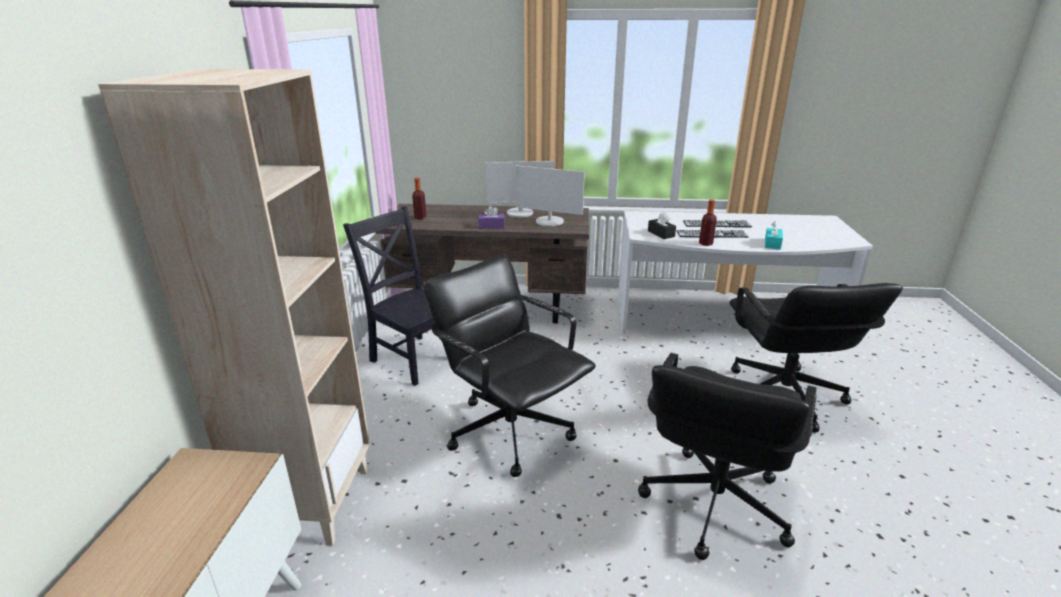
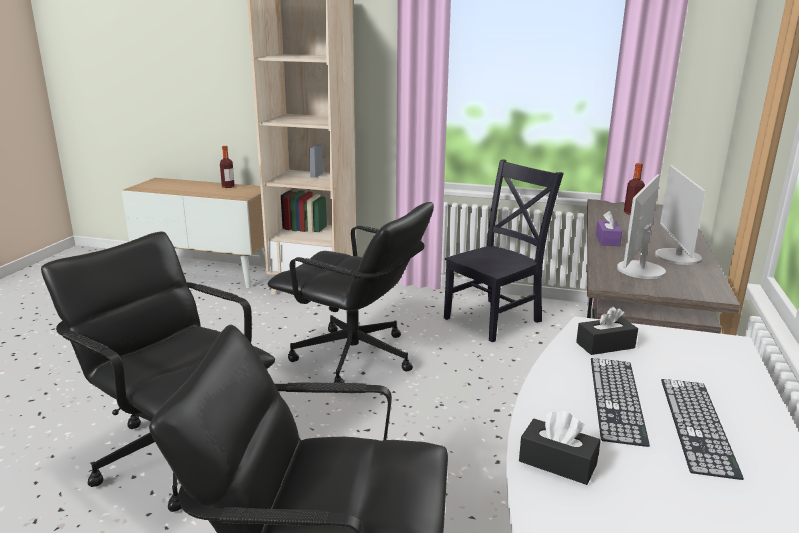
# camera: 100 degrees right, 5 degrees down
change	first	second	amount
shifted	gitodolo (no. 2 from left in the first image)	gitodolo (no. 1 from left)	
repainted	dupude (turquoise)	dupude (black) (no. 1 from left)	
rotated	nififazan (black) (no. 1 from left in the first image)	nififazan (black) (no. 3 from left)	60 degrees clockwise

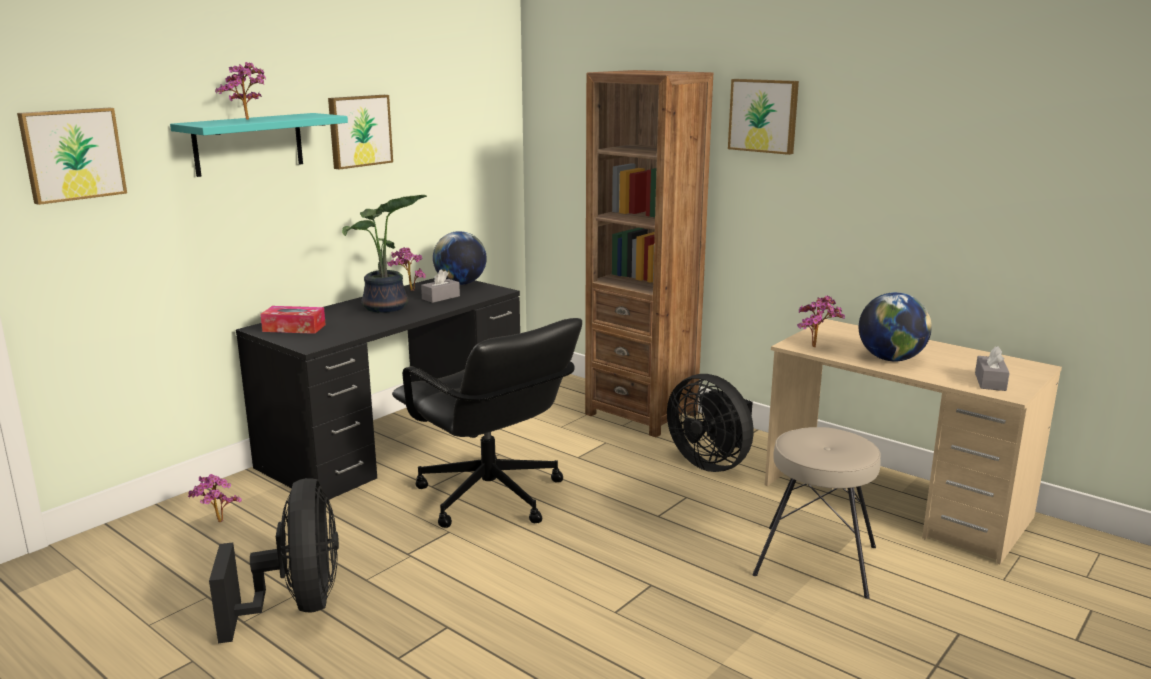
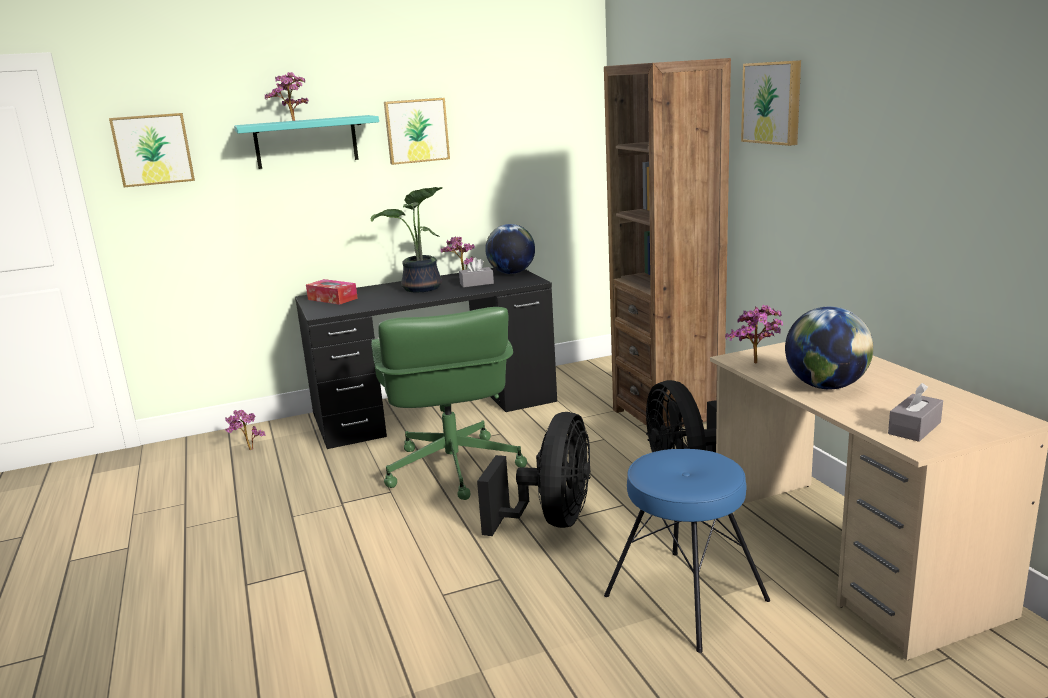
# camera: 30 degrees right, 0 degrees up
change	first	second	amount
repainted	nififazan (black)	nififazan (green)	
repainted	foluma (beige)	foluma (blue)	
shifted	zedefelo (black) (no. 1 from left)		

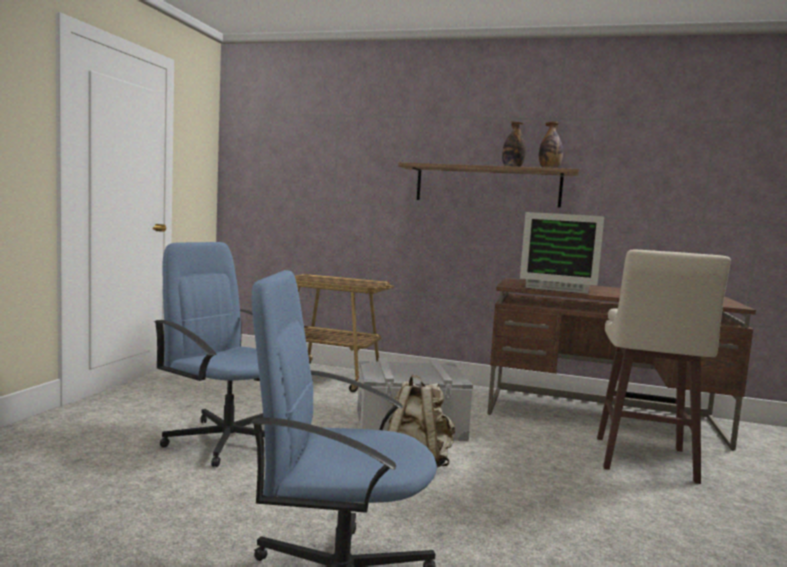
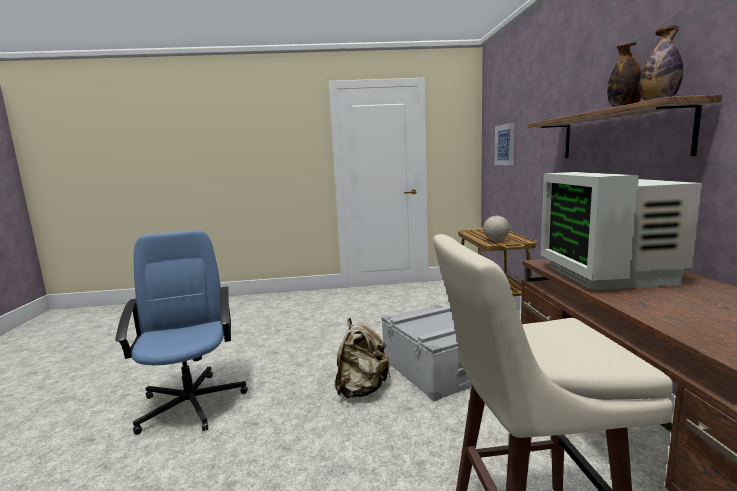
# camera: 70 degrees right, 5 degrees up
change	first	second	amount
gone	nififazan (blue) (no. 1 from left)		
new		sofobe	
new		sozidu	

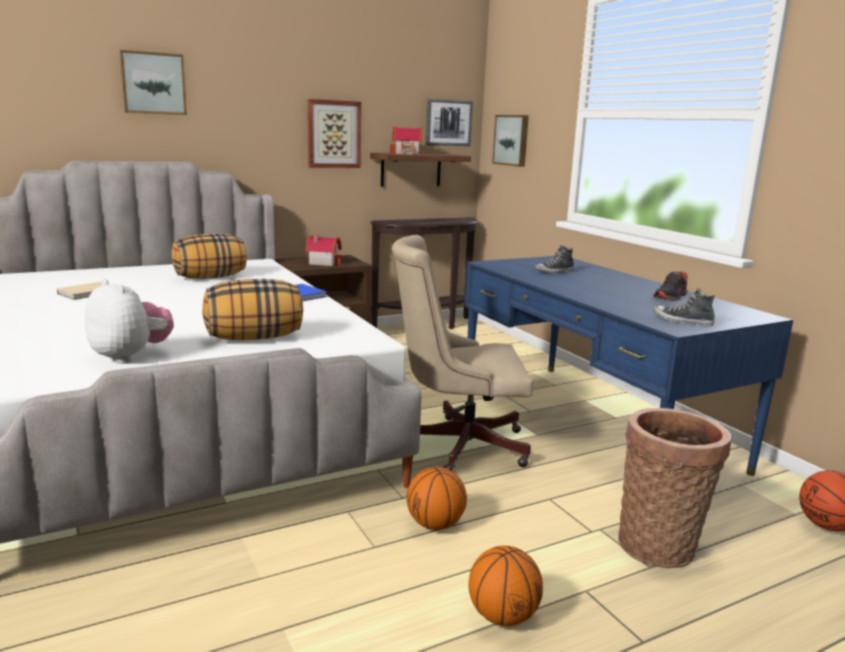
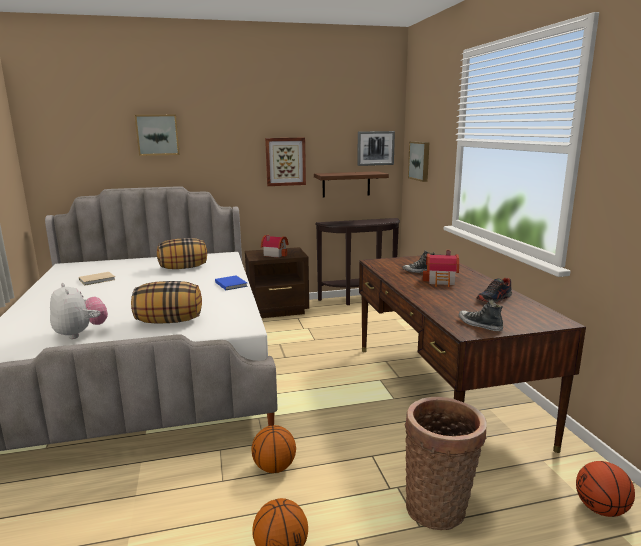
# camera: 15 degrees right, 0 degrees up
change	first	second	amount
shifted	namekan (no. 2 from left)		
gone	nififazan (beige)		
repainted	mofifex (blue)	mofifex (brown)	

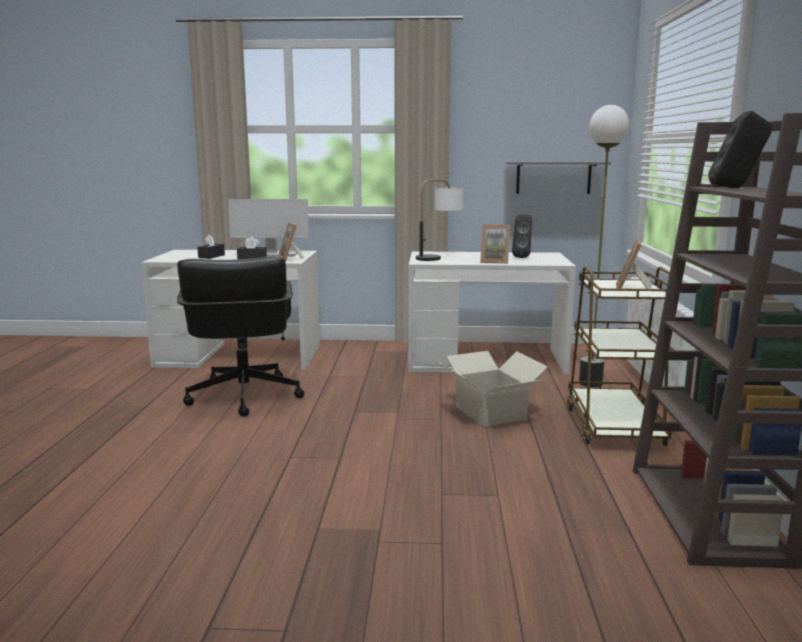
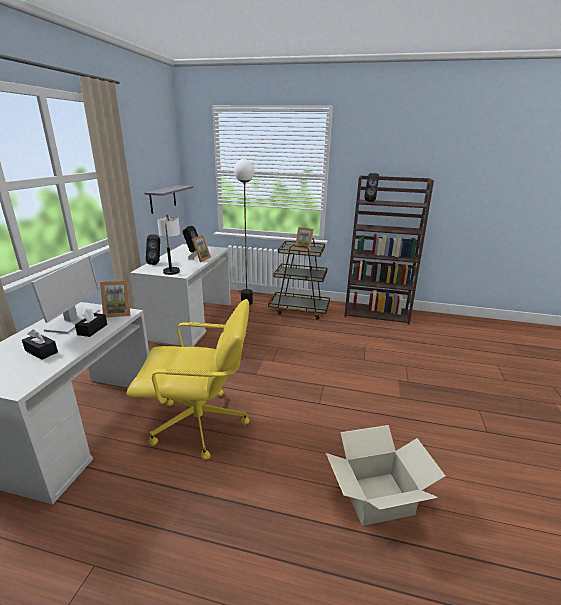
# camera: 80 degrees left, 10 degrees up
change	first	second	amount
repainted	nififazan (black)	nififazan (yellow)	
shifted	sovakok		
new		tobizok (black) (no. 1 from left)	

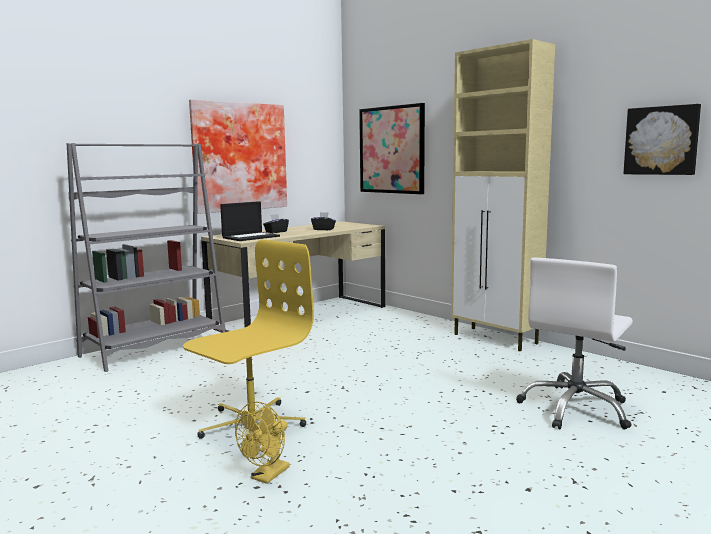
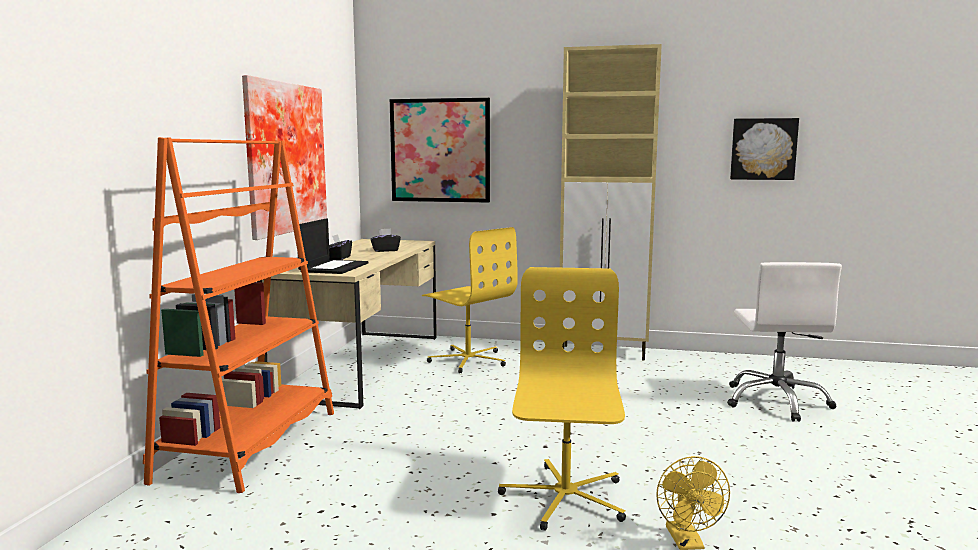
# camera: 35 degrees left, 0 degrees up
change	first	second	amount
repainted	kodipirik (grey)	kodipirik (orange)	
new		nififazan (yellow) (no. 1 from left)	

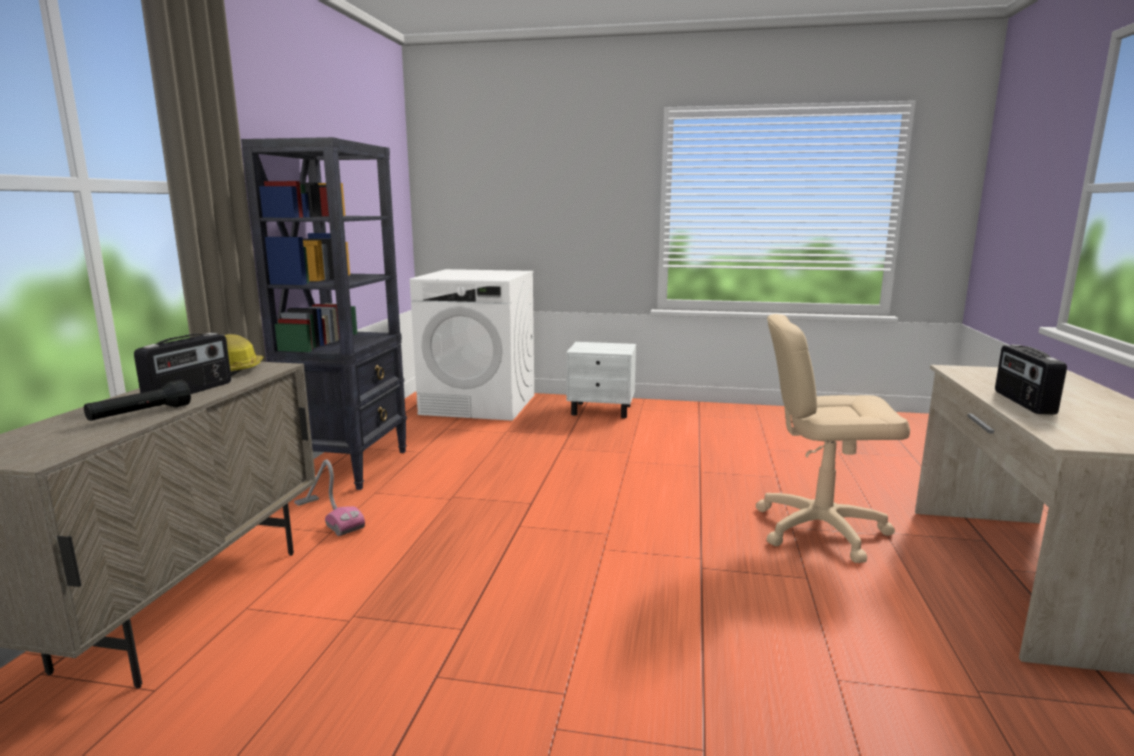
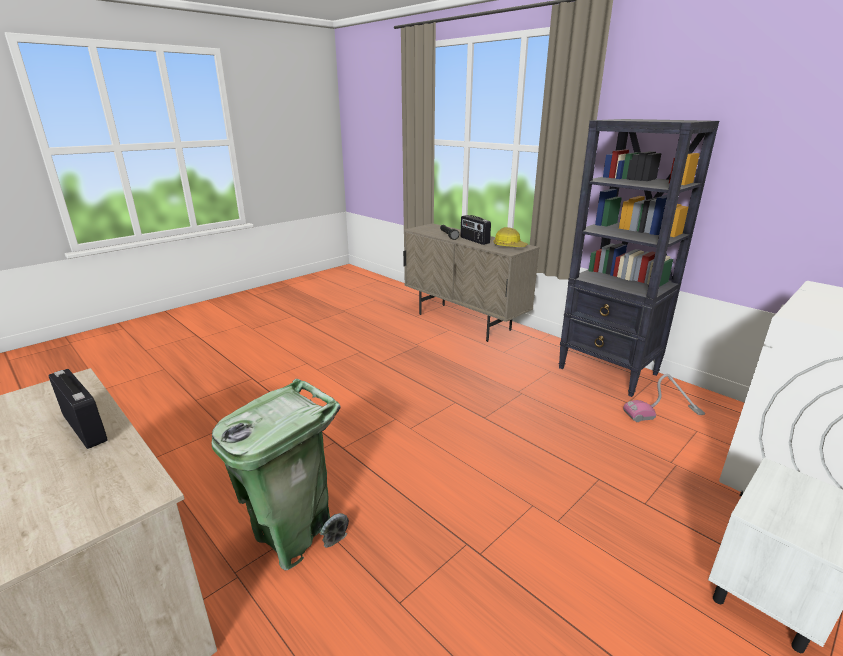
# camera: 125 degrees right, 10 degrees up
change	first	second	amount
swapped	nififazan (beige)	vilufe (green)	
shifted	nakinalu		

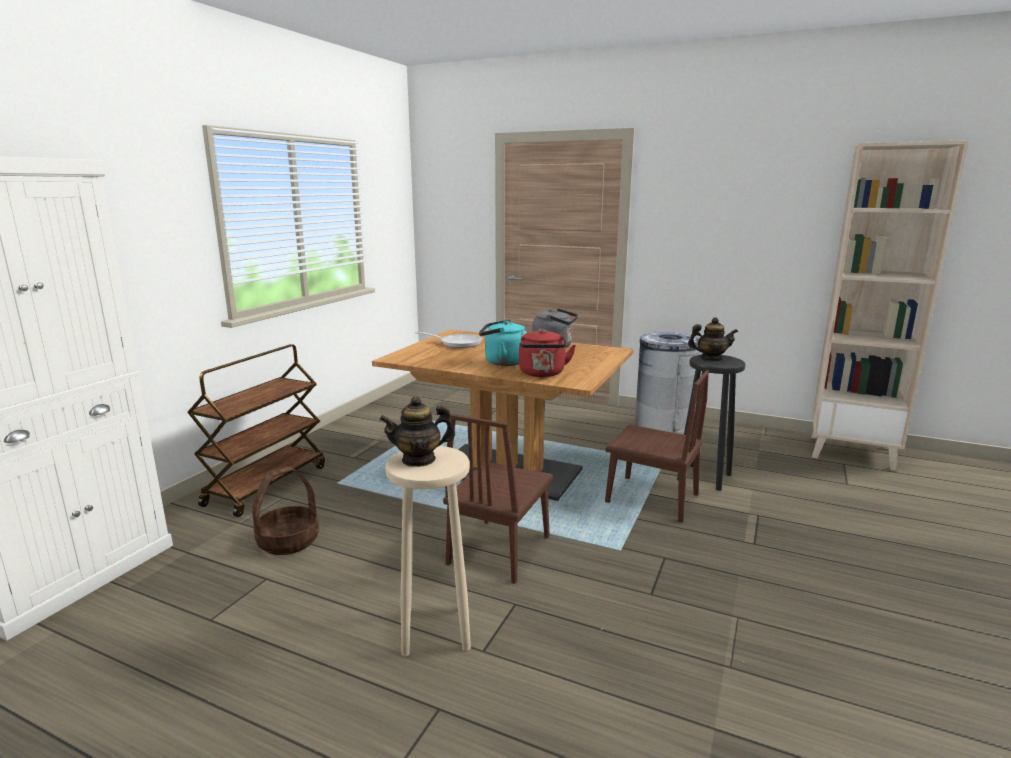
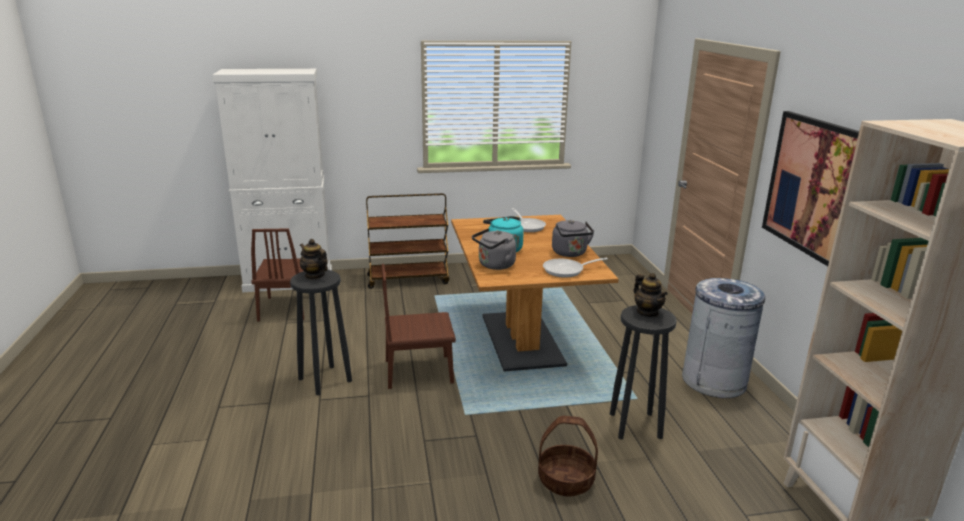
# camera: 55 degrees right, 5 degrees up
change	first	second	amount
repainted	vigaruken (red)	vigaruken (grey) (no. 1 from left)	
shifted	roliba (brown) (no. 2 from left in the first image)	roliba (brown) (no. 1 from left)	
repainted	foluma (beige)	foluma (black) (no. 1 from left)	
shifted	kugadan		
new		sofobe	
new		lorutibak (no. 2 from left)	

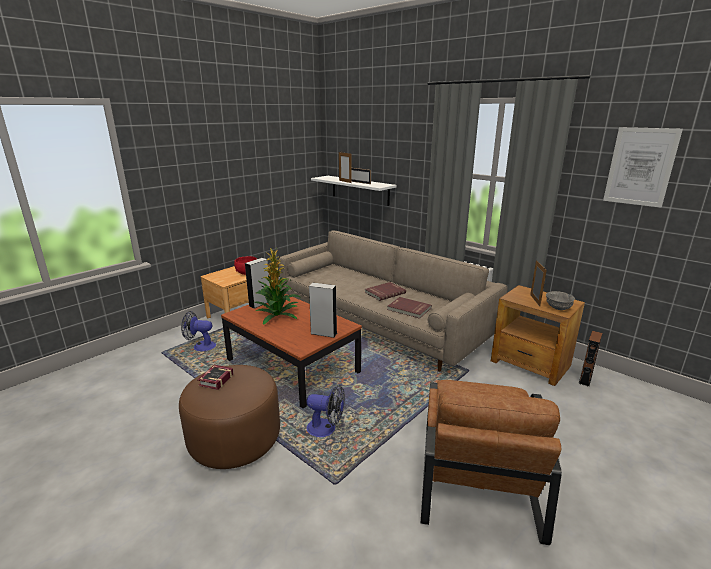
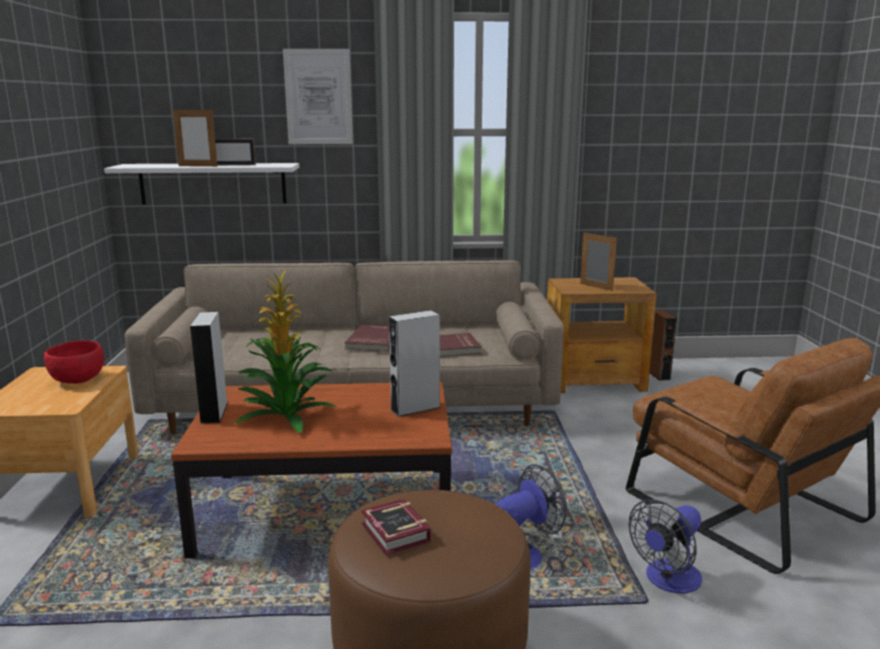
# camera: 45 degrees left, 5 degrees down
change	first	second	amount
shifted	sofobe		
gone	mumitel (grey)		
shifted	zedefelo (no. 1 from left in the first image)	zedefelo (no. 2 from left)	

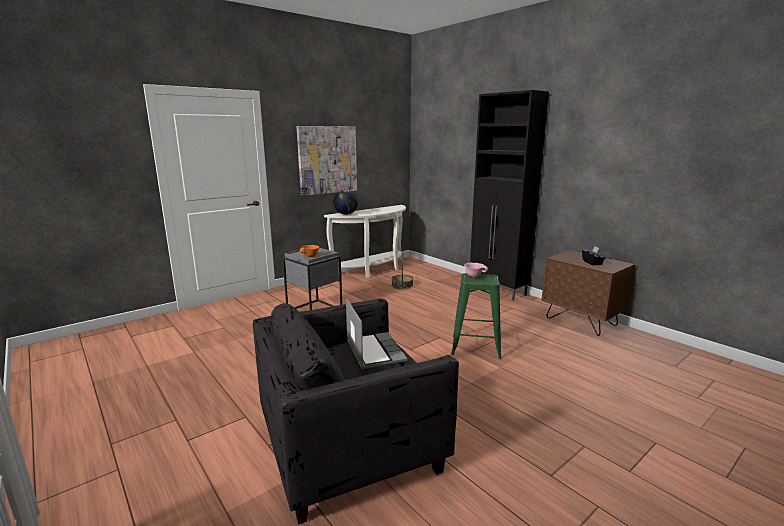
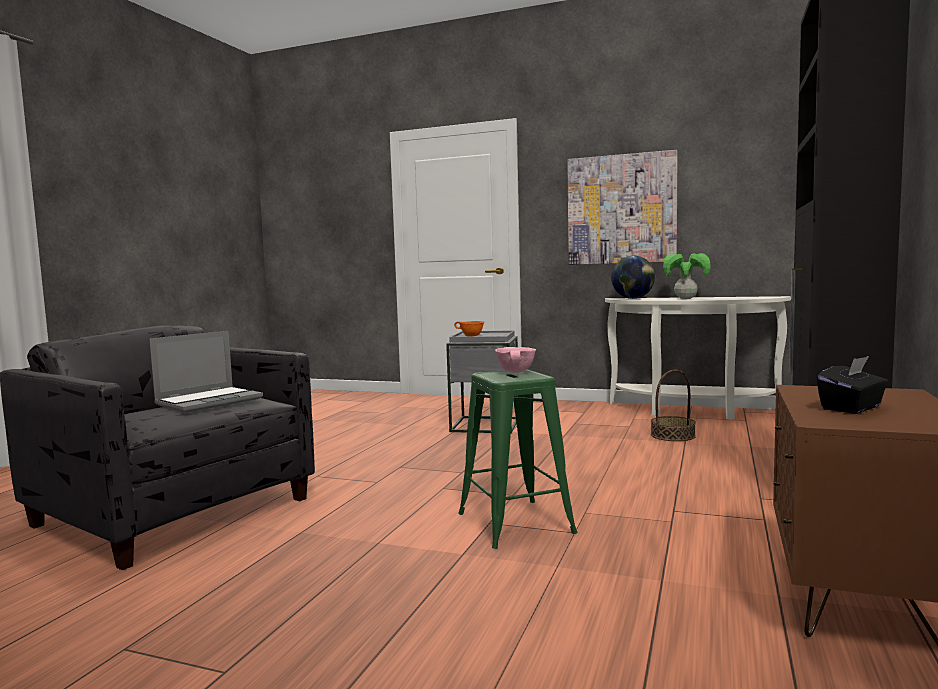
# camera: 60 degrees right, 10 degrees down
change	first	second	amount
new		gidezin	

